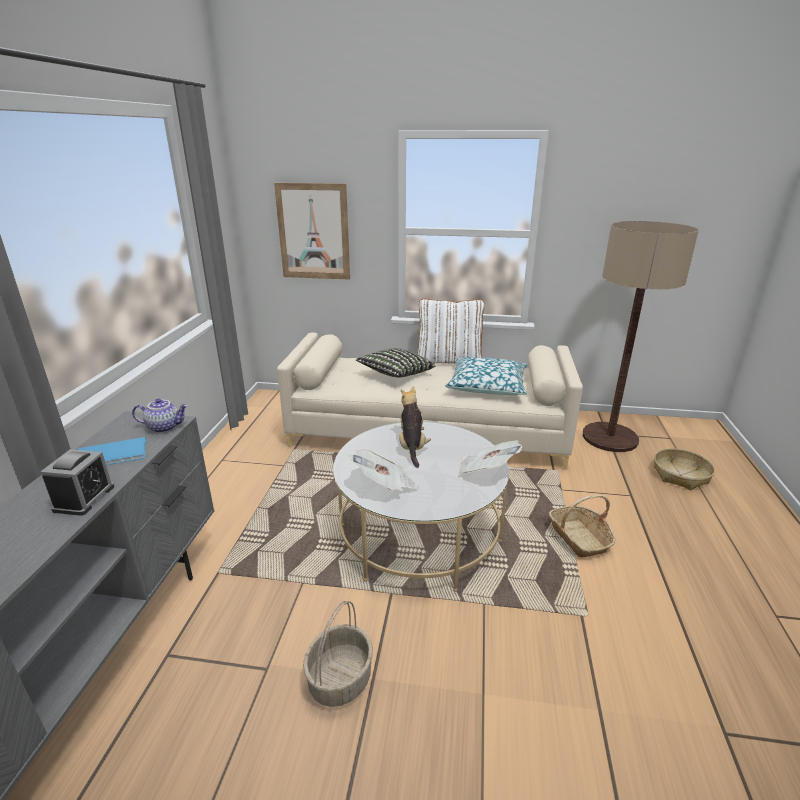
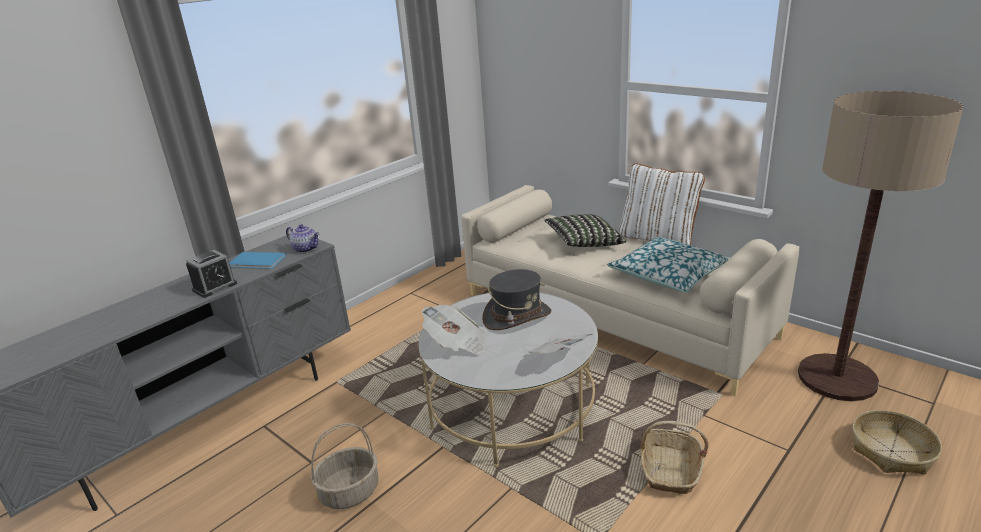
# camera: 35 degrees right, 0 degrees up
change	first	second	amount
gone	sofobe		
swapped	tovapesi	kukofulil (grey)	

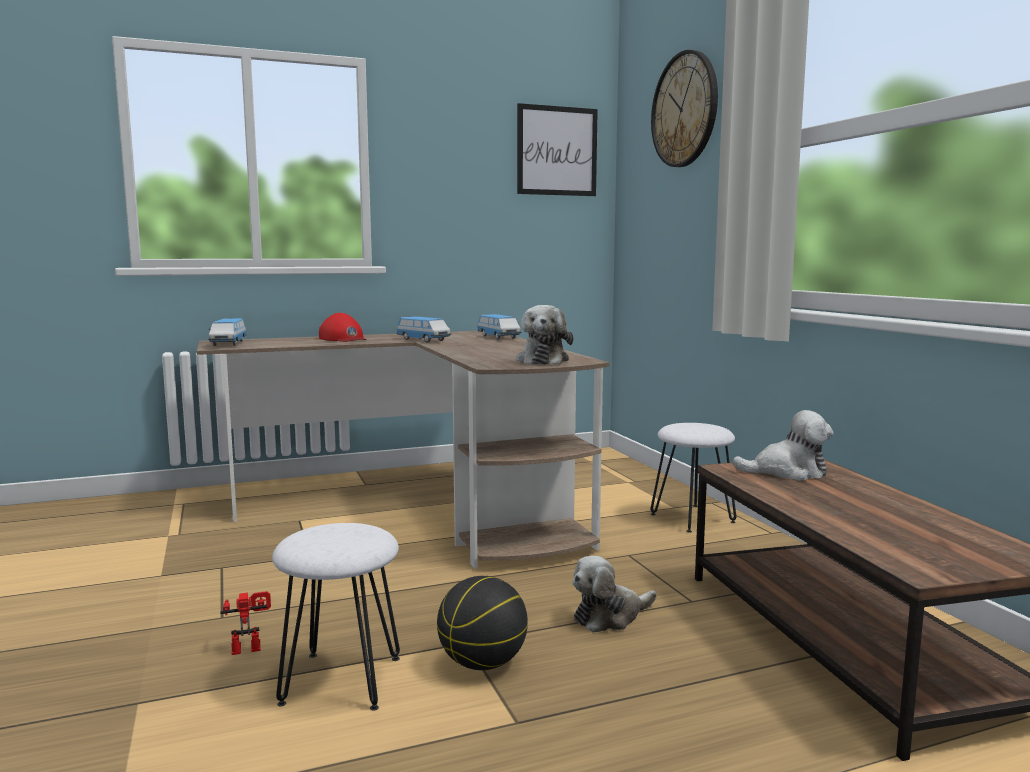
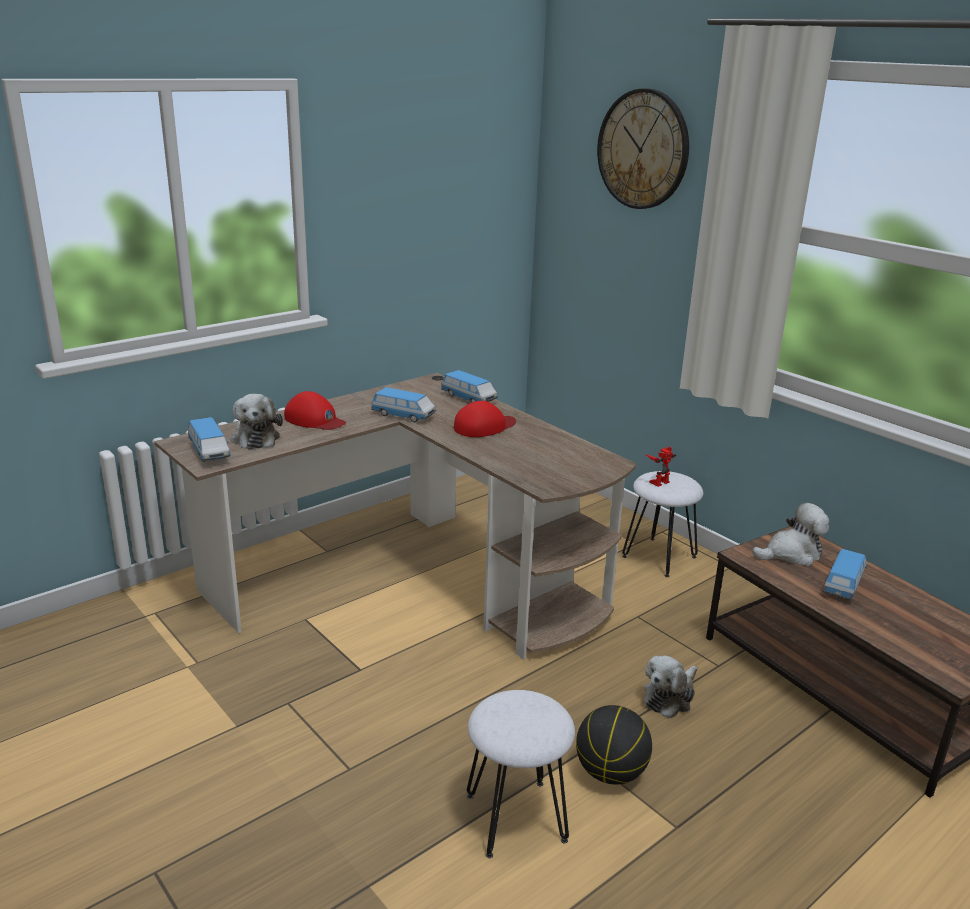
# camera: 20 degrees left, 15 degrees up
change	first	second	amount
gone	sofobe		
shifted	tovapesi (no. 1 from left)		
shifted	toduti		
new		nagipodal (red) (no. 2 from left)	
new		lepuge (no. 4 from left)	

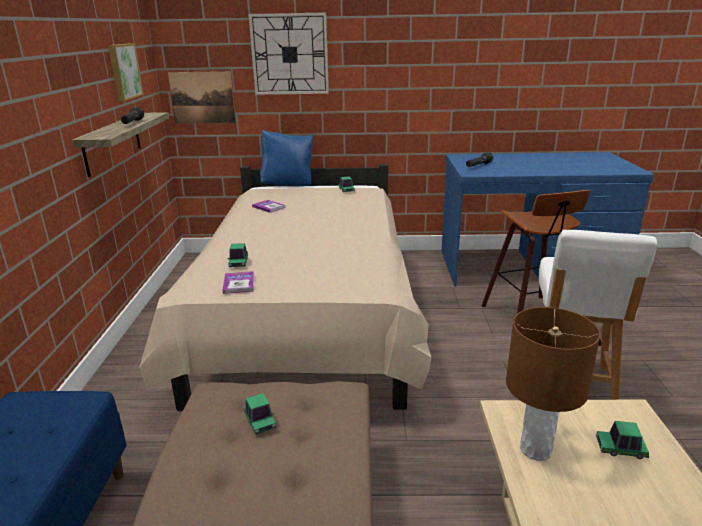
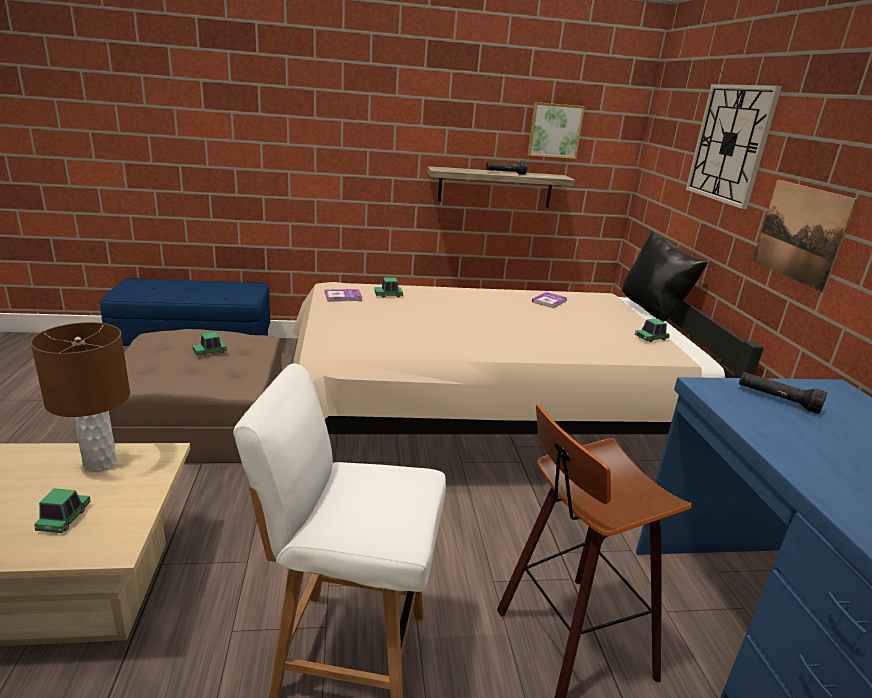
# camera: 80 degrees right, 0 degrees up
change	first	second	amount
shifted	sofobe (no. 2 from left)		
repainted	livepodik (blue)	livepodik (black)	

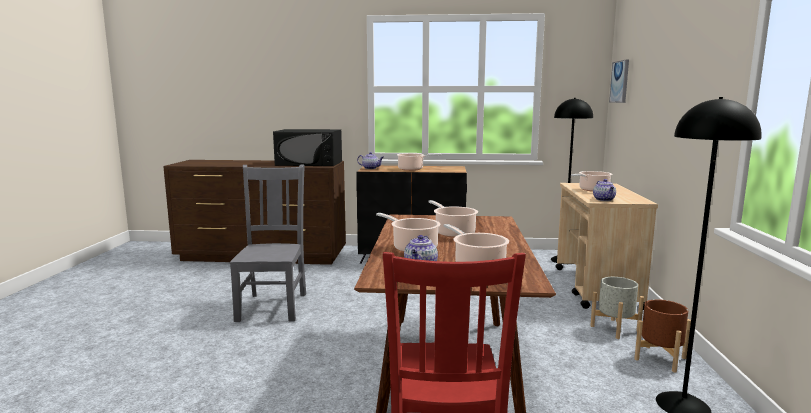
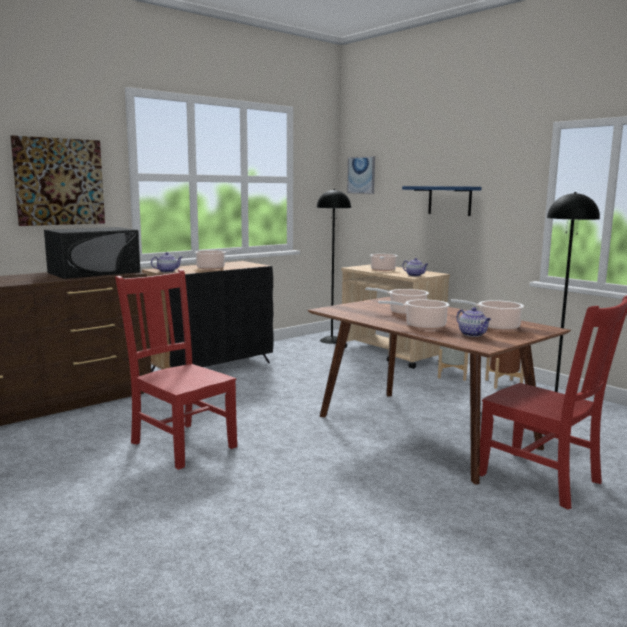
# camera: 45 degrees left, 0 degrees up
change	first	second	amount
repainted	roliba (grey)	roliba (red) (no. 1 from left)	
new		sofobe (no. 1 from left)	
new		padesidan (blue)	

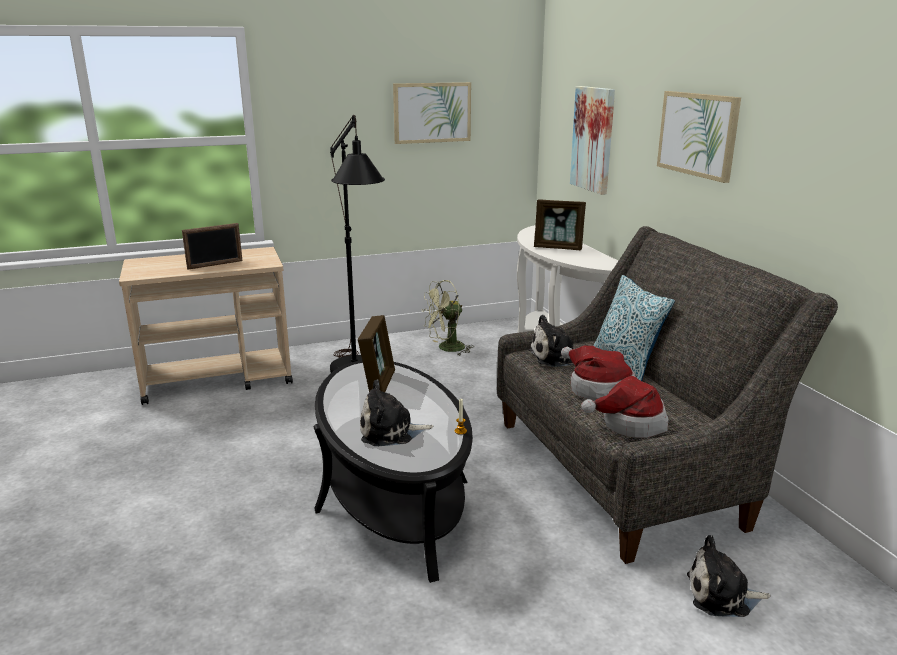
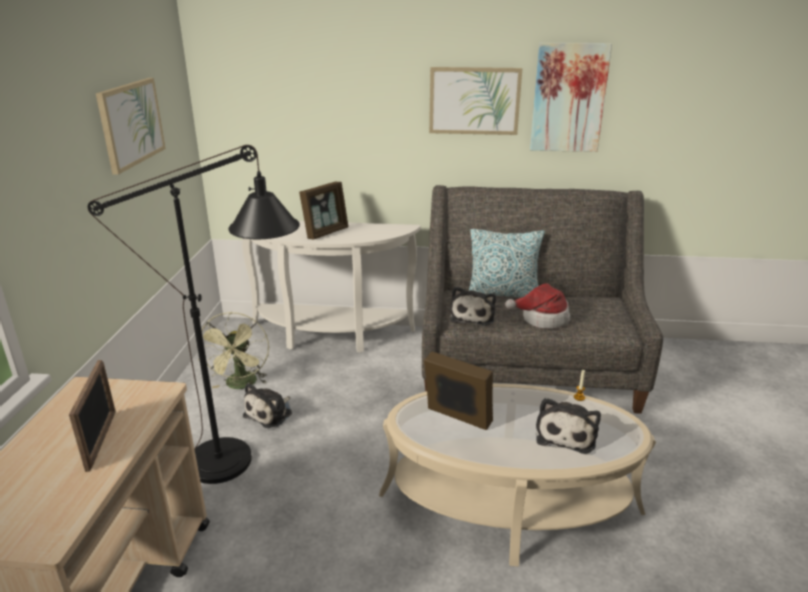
# camera: 65 degrees left, 5 degrees up
change	first	second	amount
shifted	sofobe (no. 2 from left in the first image)	sofobe (no. 3 from left)	
repainted	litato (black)	litato (beige)	
gone	kukofulil (no. 2 from left)		
shifted	tovapesi (no. 3 from left in the first image)	tovapesi (no. 1 from left)	

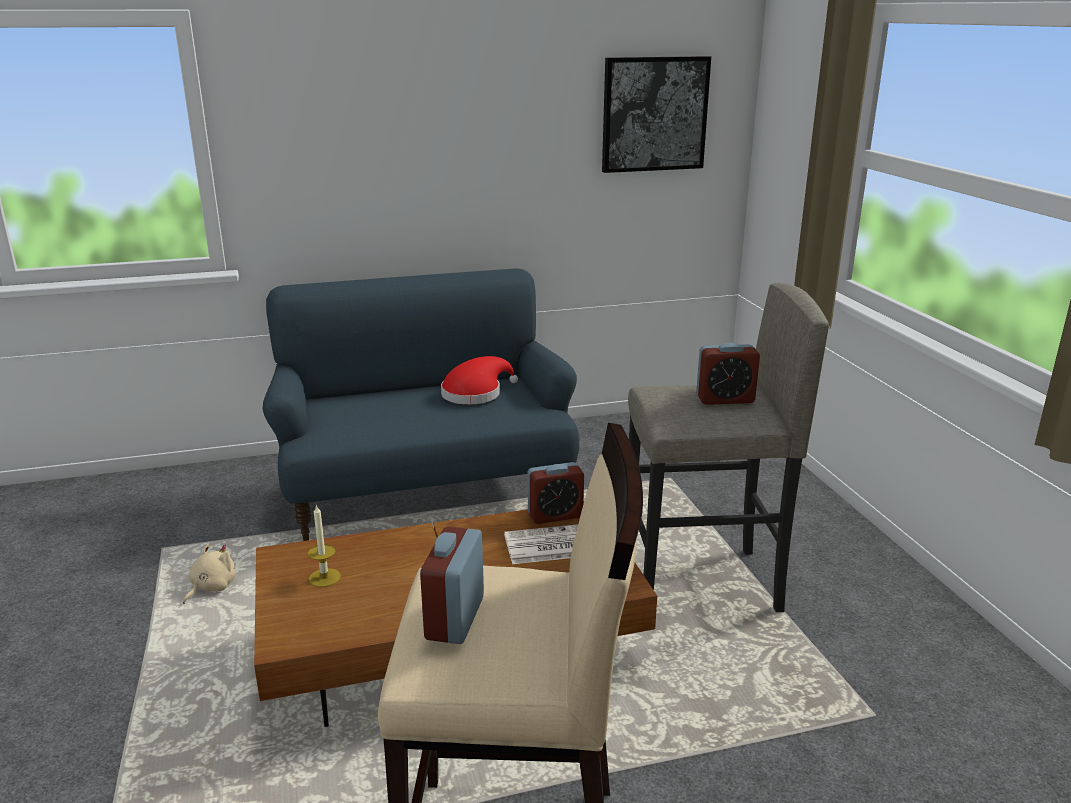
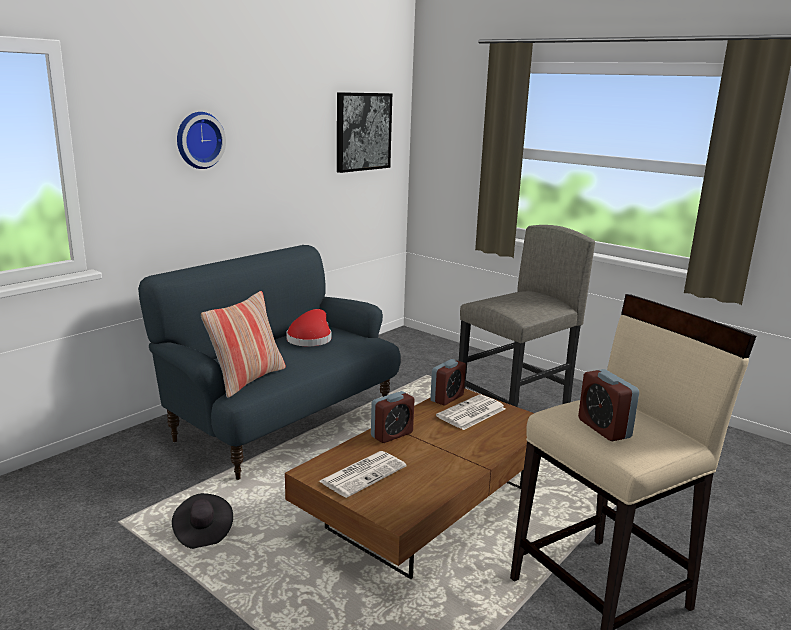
# camera: 35 degrees left, 5 degrees down
change	first	second	amount
shifted	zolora (no. 3 from left in the first image)	zolora (no. 1 from left)	
swapped	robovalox	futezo (no. 1 from left)	
swapped	tovapesi (beige)	kukofulil (black)	
new		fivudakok	
new		livepodik	

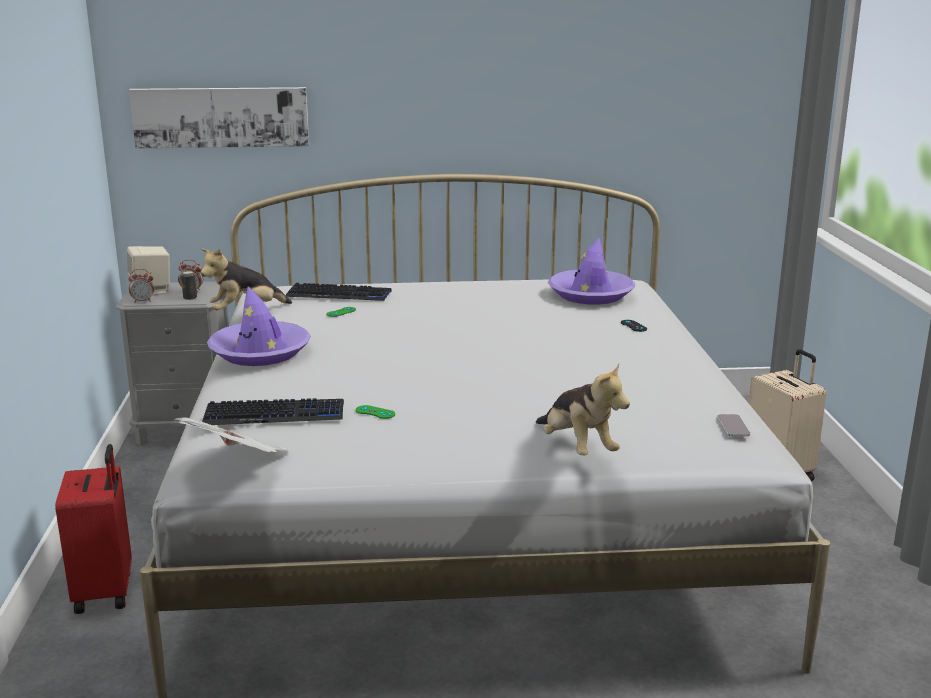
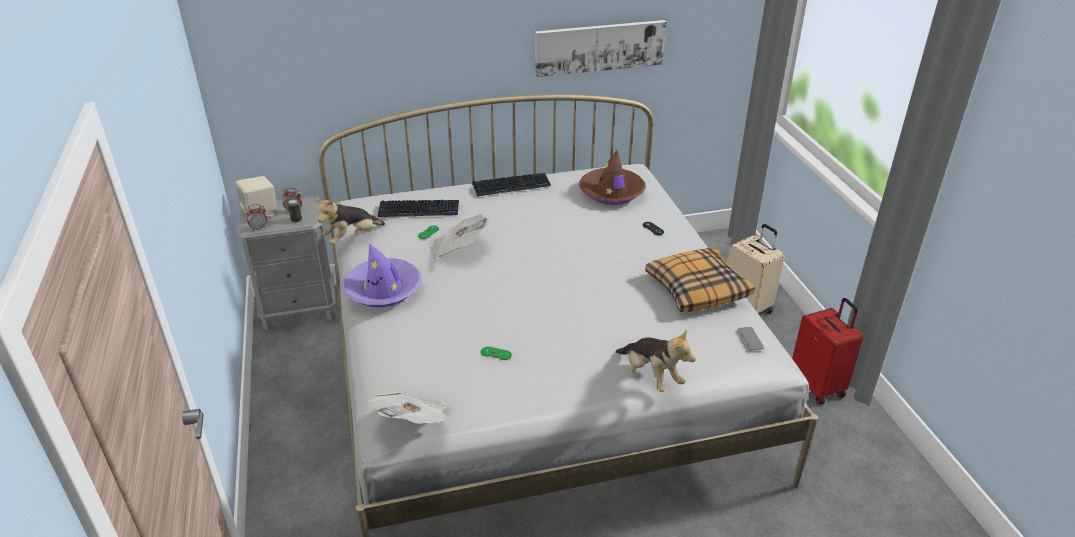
# camera: 10 degrees left, 15 degrees up
change	first	second	amount
shifted	sofobe		
repainted	kukofulil (purple) (no. 2 from left)	kukofulil (brown)	
shifted	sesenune (no. 1 from left in the first image)	sesenune (no. 2 from left)	
shifted	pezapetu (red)		
new		futezo (no. 2 from left)	
new		livepodik	

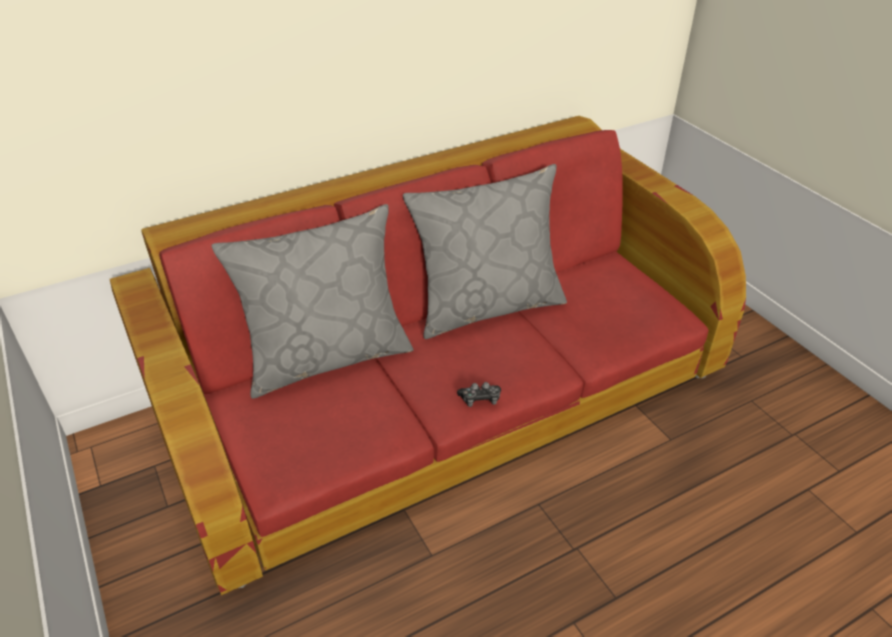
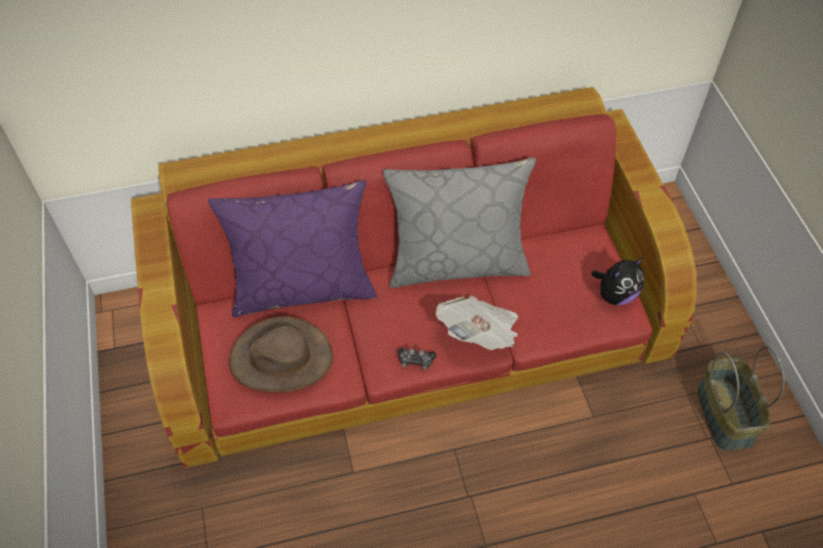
# camera: 15 degrees right, 15 degrees up
change	first	second	amount
repainted	livepodik (grey) (no. 1 from left)	livepodik (purple)	
new		tovapesi	
new		futezo	
new		kukofulil (brown)	
new		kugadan	

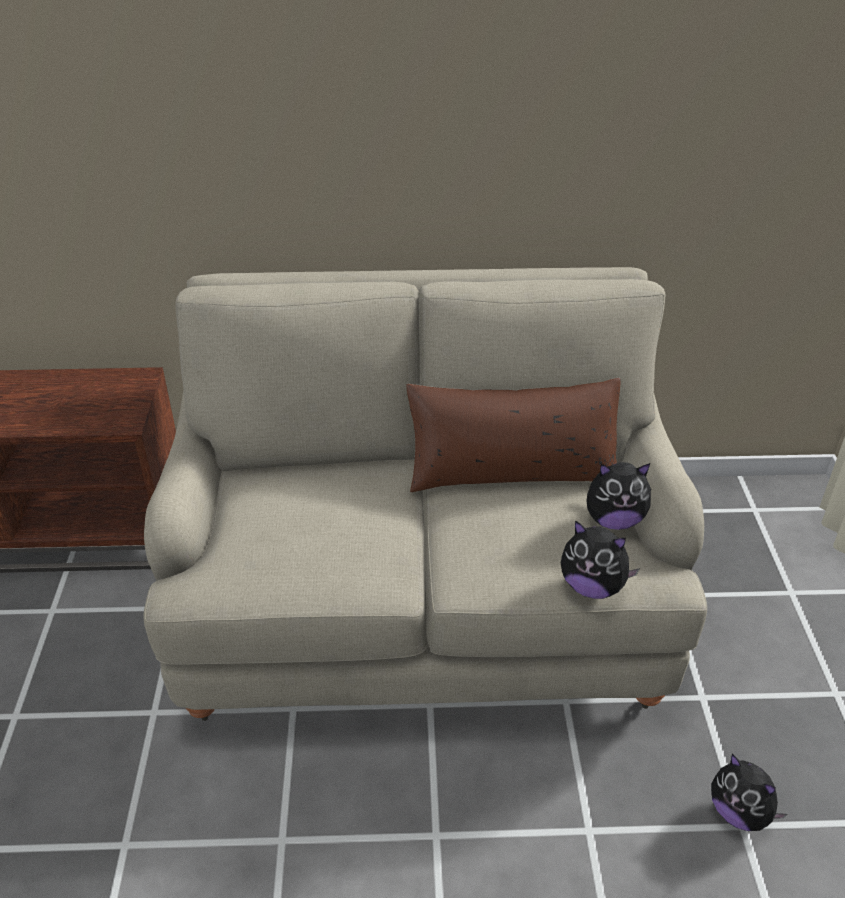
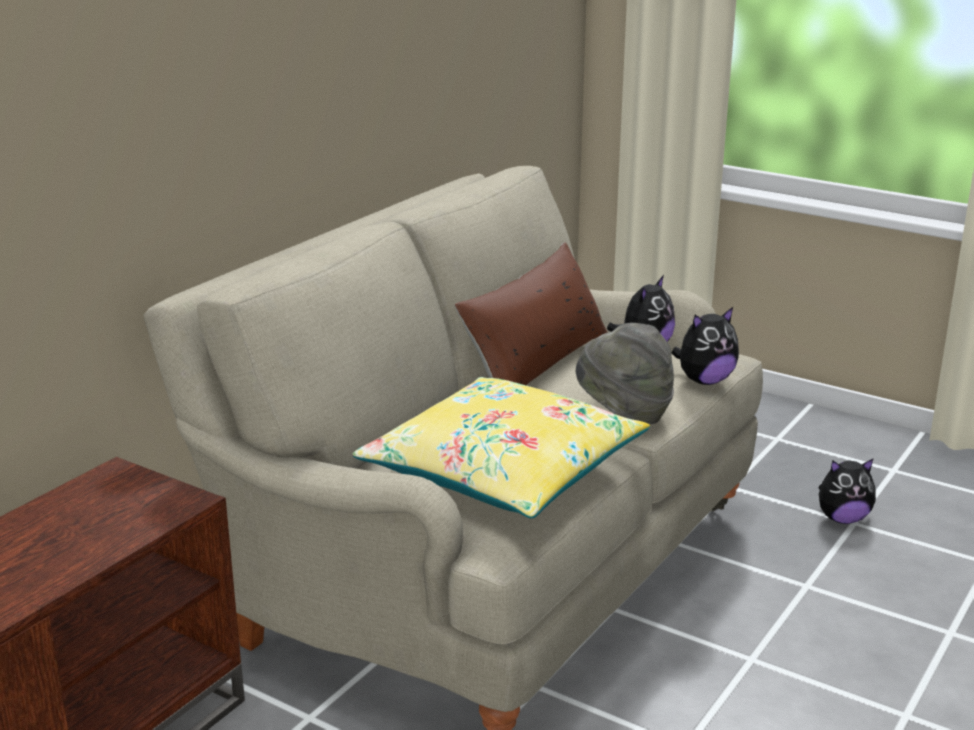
# camera: 55 degrees left, 15 degrees down
change	first	second	amount
new		kukofulil (grey)	
new		livepodik (yellow)	

